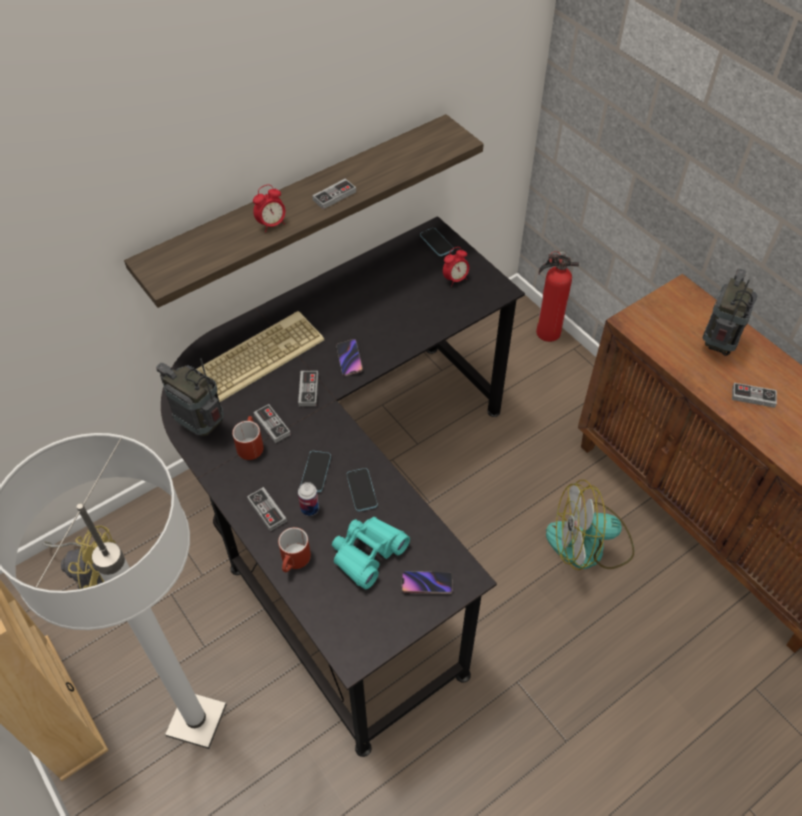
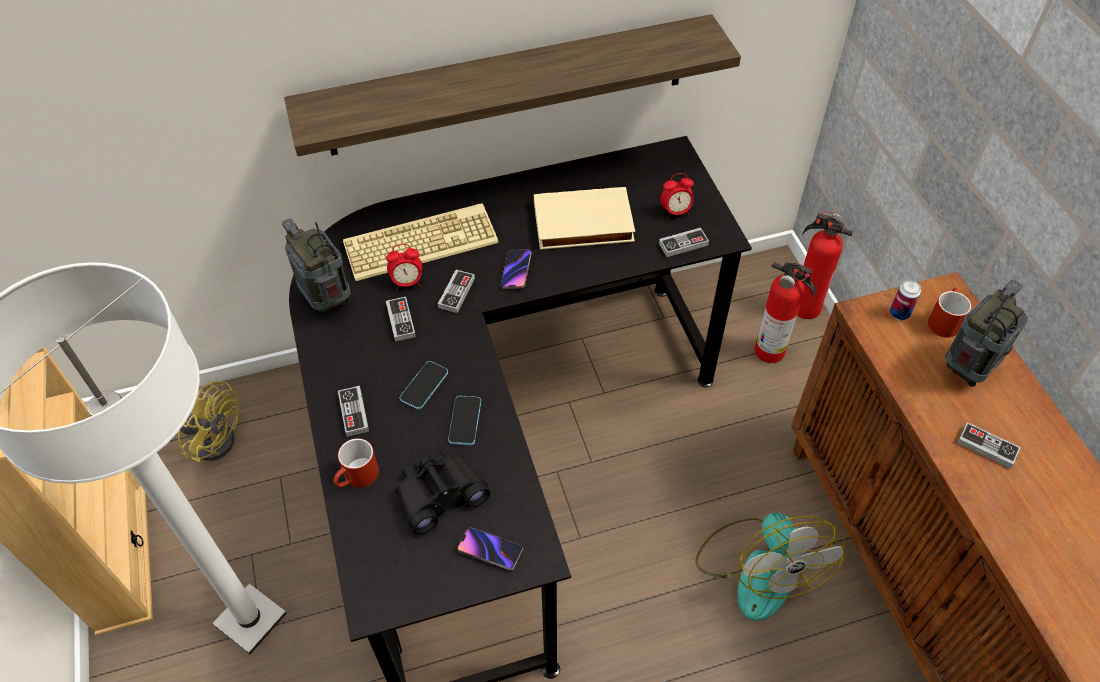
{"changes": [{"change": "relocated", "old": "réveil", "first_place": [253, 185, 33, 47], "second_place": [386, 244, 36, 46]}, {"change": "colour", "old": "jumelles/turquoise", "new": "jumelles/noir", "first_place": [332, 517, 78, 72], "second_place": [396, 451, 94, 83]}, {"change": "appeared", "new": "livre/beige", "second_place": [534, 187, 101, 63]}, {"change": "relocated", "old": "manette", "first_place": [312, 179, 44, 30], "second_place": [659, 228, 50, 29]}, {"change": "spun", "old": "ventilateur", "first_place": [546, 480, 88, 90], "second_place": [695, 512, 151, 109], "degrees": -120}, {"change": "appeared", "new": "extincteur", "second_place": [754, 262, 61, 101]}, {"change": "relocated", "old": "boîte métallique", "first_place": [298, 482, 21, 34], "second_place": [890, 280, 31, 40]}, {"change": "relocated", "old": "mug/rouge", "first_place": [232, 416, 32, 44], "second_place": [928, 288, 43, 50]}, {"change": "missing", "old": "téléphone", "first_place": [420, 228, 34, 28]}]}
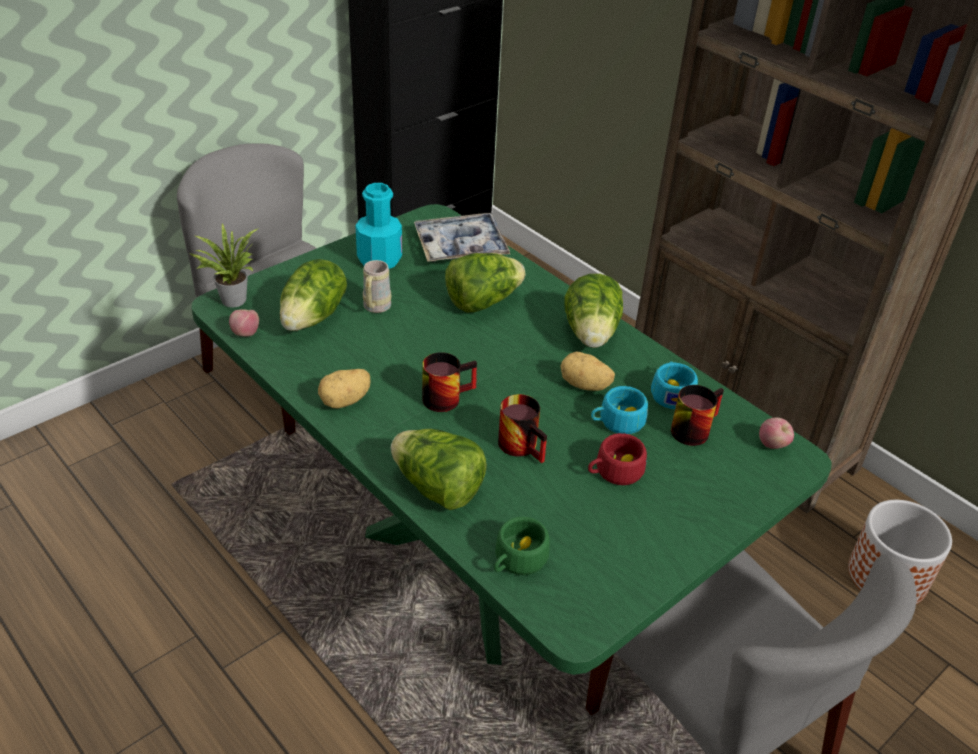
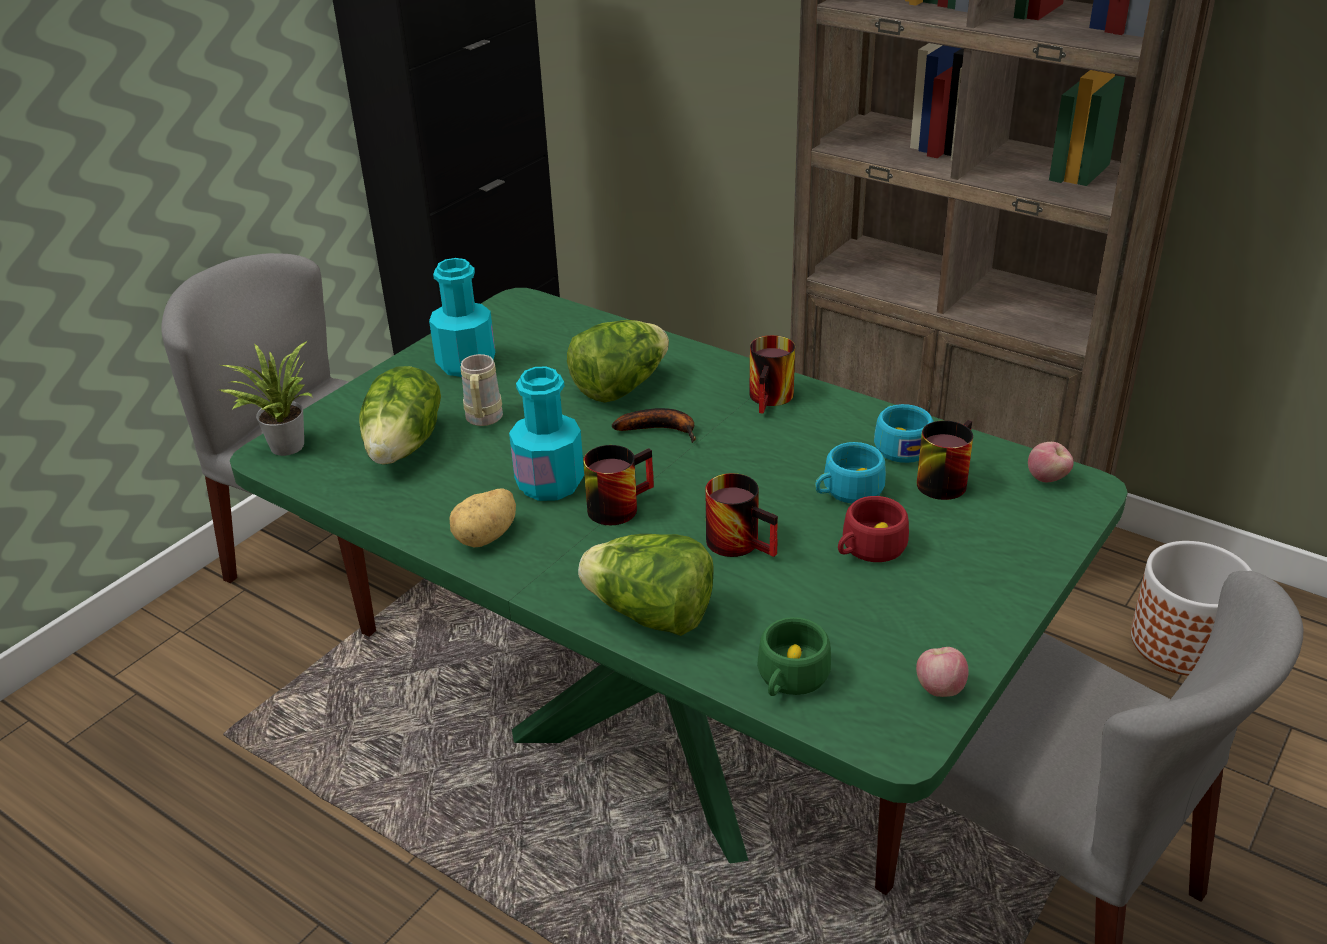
{"changes": [{"change": "appeared", "new": "bouteille/turquoise", "second_place": [509, 367, 75, 134]}, {"change": "appeared", "new": "banane", "second_place": [612, 408, 84, 35]}, {"change": "exchanged", "old": "laitue", "new": "mug", "first_place": [564, 274, 59, 74], "second_place": [749, 335, 46, 79]}, {"change": "relocated", "old": "pomme", "first_place": [229, 309, 30, 28], "second_place": [916, 647, 52, 50]}, {"change": "missing", "old": "plateau", "first_place": [414, 213, 96, 49]}, {"change": "missing", "old": "pomme de terre", "first_place": [560, 352, 55, 39]}]}
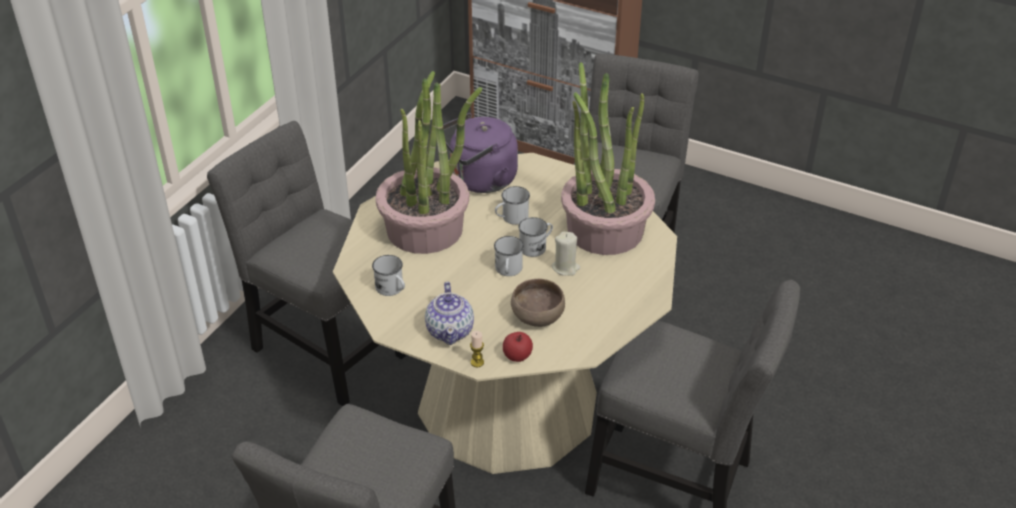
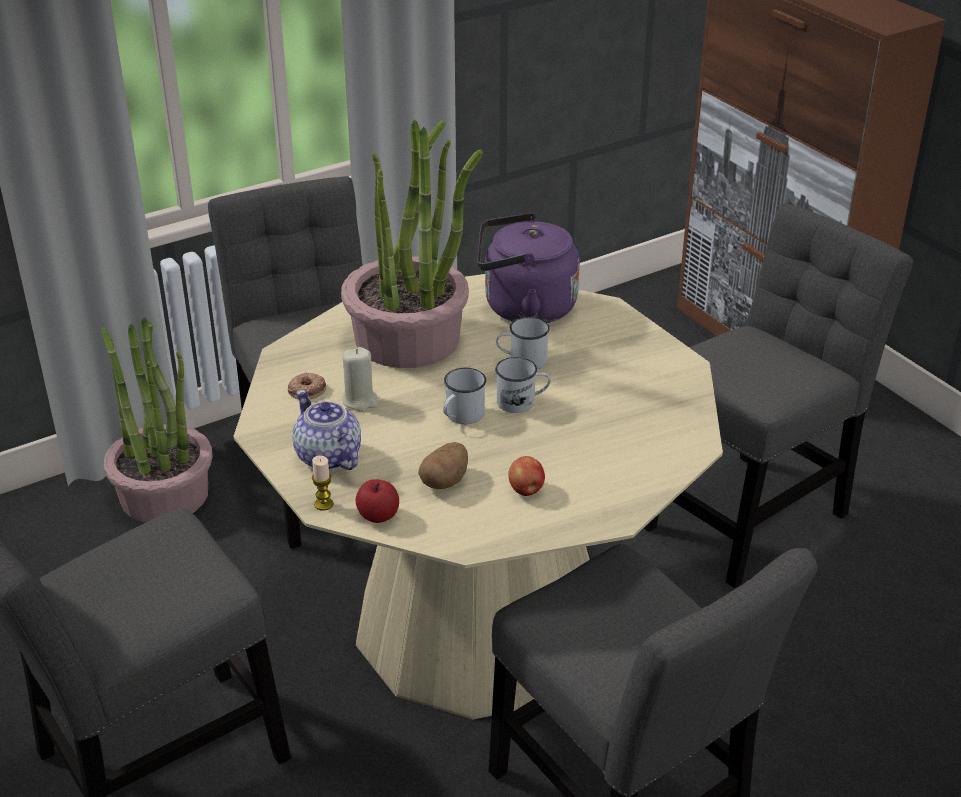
{"changes": [{"change": "relocated", "old": "plante en pot", "first_place": [561, 62, 94, 193], "second_place": [101, 317, 112, 205]}, {"change": "exchanged", "old": "mug/blanc", "new": "beignet", "first_place": [372, 255, 33, 41], "second_place": [288, 373, 38, 26]}, {"change": "spun", "old": "théière", "first_place": [425, 282, 49, 63], "second_place": [293, 390, 68, 80], "degrees": 120}, {"change": "relocated", "old": "bougie/beige", "first_place": [552, 232, 28, 44], "second_place": [343, 347, 35, 64]}, {"change": "exchanged", "old": "bol/marron", "new": "pomme de terre", "first_place": [511, 279, 54, 48], "second_place": [418, 442, 50, 47]}, {"change": "appeared", "new": "pomme", "second_place": [508, 456, 37, 40]}]}
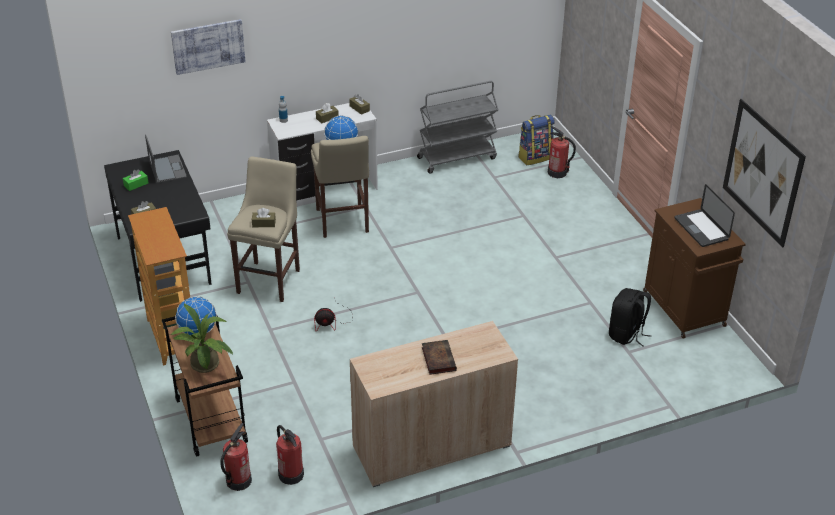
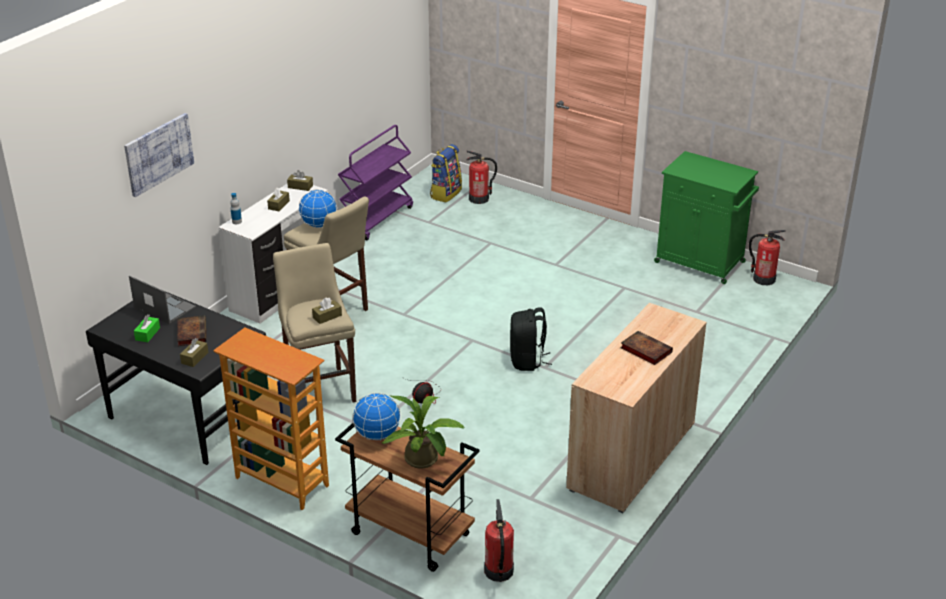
{"changes": [{"change": "appeared", "new": "livre", "second_place": [177, 315, 29, 31]}, {"change": "colour", "old": "chariot/gris", "new": "chariot/violet", "first_place": [417, 81, 82, 93], "second_place": [338, 125, 75, 115]}, {"change": "relocated", "old": "sac à dos/noir", "first_place": [609, 288, 42, 59], "second_place": [510, 307, 42, 64]}, {"change": "colour", "old": "meuble de rangement/marron", "new": "meuble de rangement/vert", "first_place": [643, 198, 103, 141], "second_place": [654, 151, 105, 133]}, {"change": "relocated", "old": "extincteur", "first_place": [276, 425, 28, 60], "second_place": [749, 230, 37, 55]}, {"change": "missing", "old": "ordinateur portable", "first_place": [674, 184, 61, 63]}, {"change": "missing", "old": "tableau", "first_place": [723, 99, 83, 148]}]}
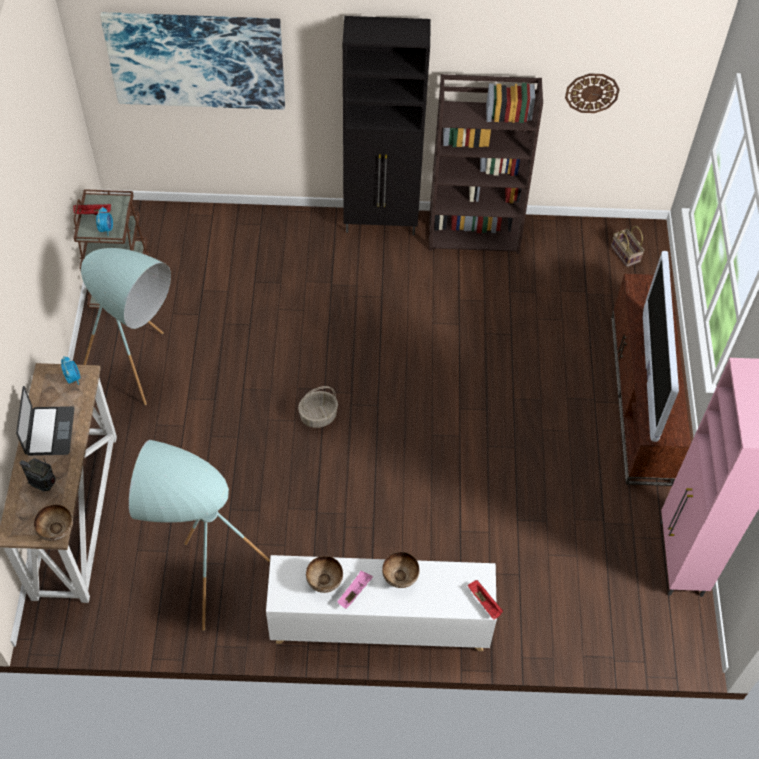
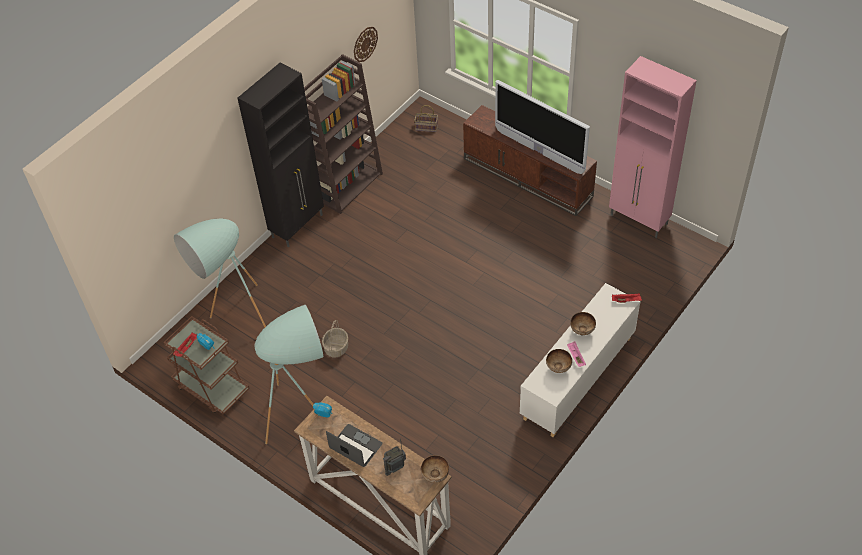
{"changes": [{"change": "relocated", "old": "lampadaire/turquoise", "first_place": [129, 440, 141, 191], "second_place": [174, 219, 92, 109]}, {"change": "relocated", "old": "panier", "first_place": [298, 386, 40, 42], "second_place": [322, 320, 26, 37]}, {"change": "missing", "old": "tableau", "first_place": [100, 12, 185, 98]}]}
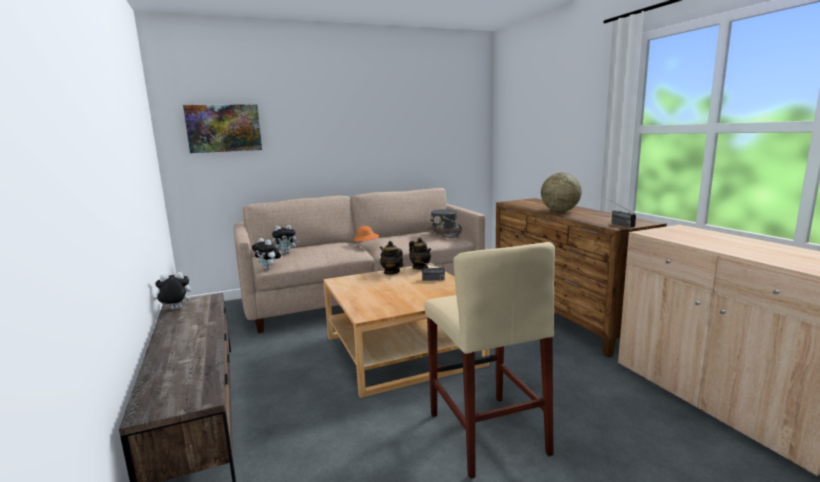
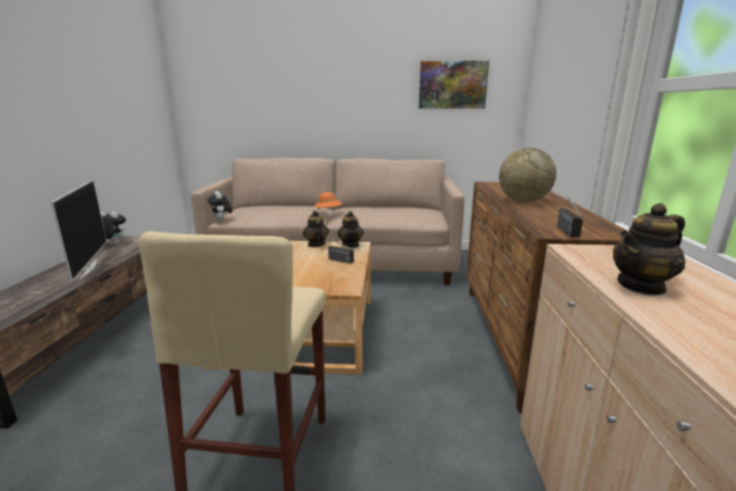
{"changes": [{"change": "appeared", "new": "téléviseur", "second_place": [51, 180, 56, 101]}, {"change": "relocated", "old": "tableau", "first_place": [183, 104, 79, 49], "second_place": [419, 61, 70, 48]}, {"change": "appeared", "new": "théière", "second_place": [613, 203, 72, 92]}, {"change": "missing", "old": "peluche", "first_place": [272, 225, 28, 29]}, {"change": "missing", "old": "chapeau/gris", "first_place": [427, 209, 35, 29]}]}
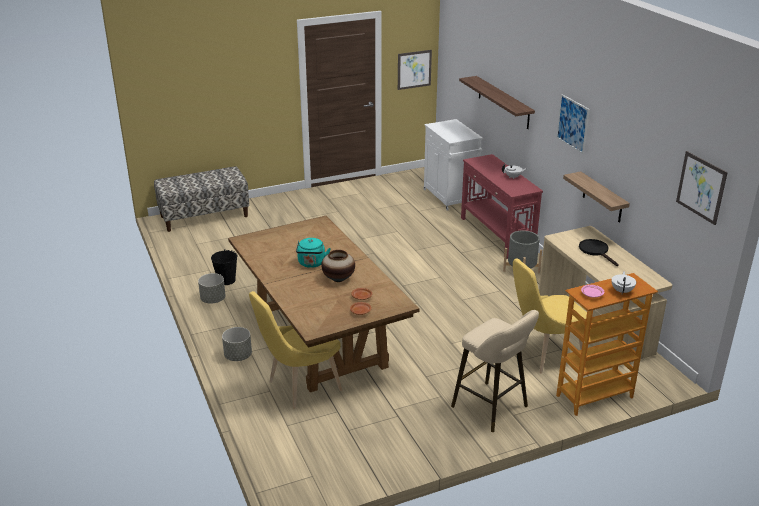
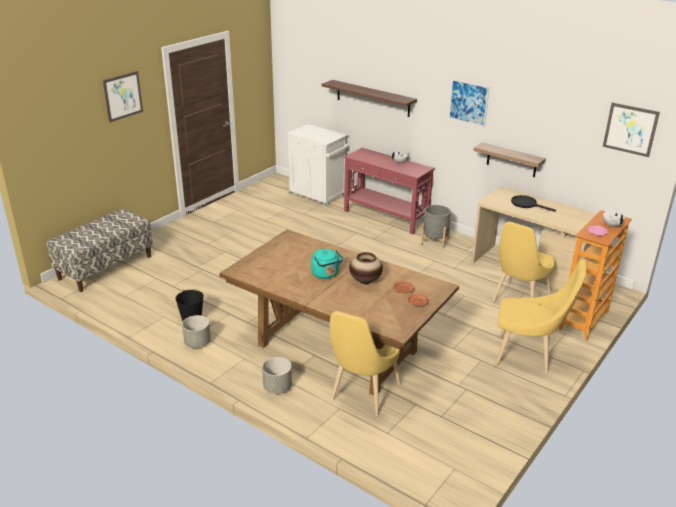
{"changes": [{"change": "relocated", "old": "tableau", "first_place": [398, 50, 34, 40], "second_place": [103, 71, 40, 51]}, {"change": "exchanged", "old": "tabouret/beige", "new": "chaise/jaune", "first_place": [451, 310, 88, 122], "second_place": [495, 259, 91, 115]}]}
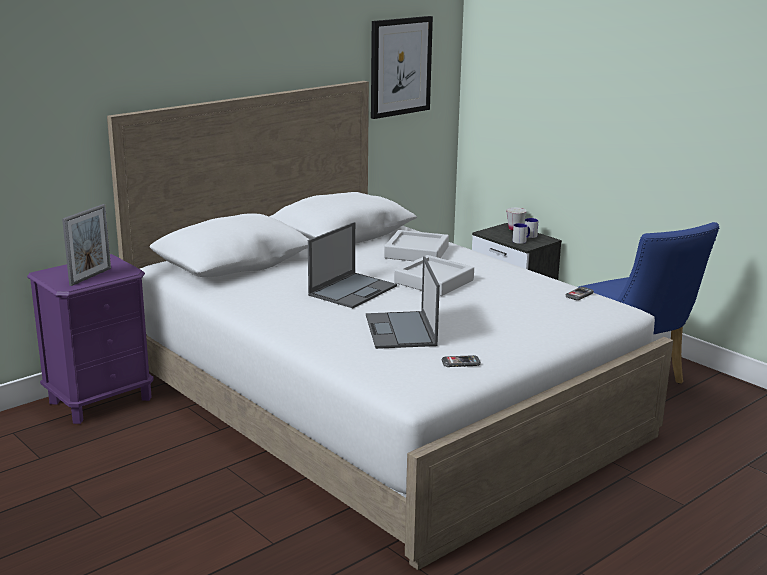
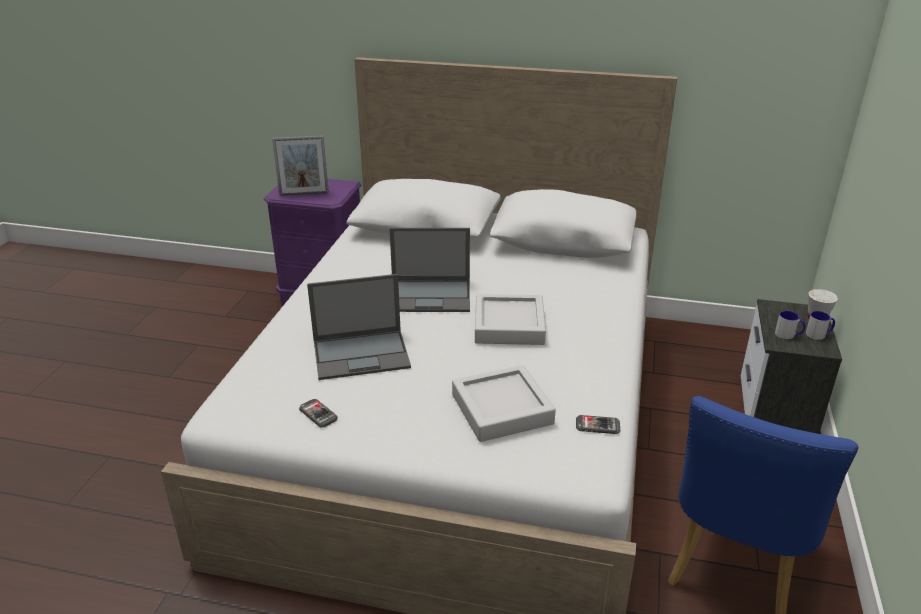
{"changes": [{"change": "spun", "old": "ordinateur portable", "first_place": [366, 256, 74, 93], "second_place": [307, 274, 104, 106], "degrees": -150}, {"change": "relocated", "old": "plateau/gris", "first_place": [384, 230, 65, 31], "second_place": [452, 365, 104, 77]}, {"change": "missing", "old": "tableau", "first_place": [371, 16, 62, 103]}]}
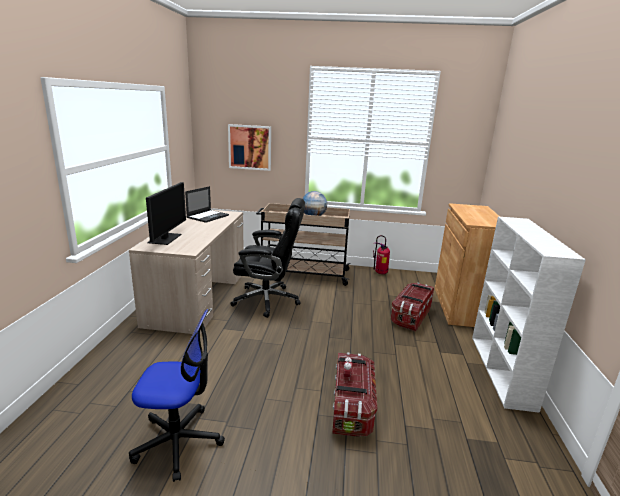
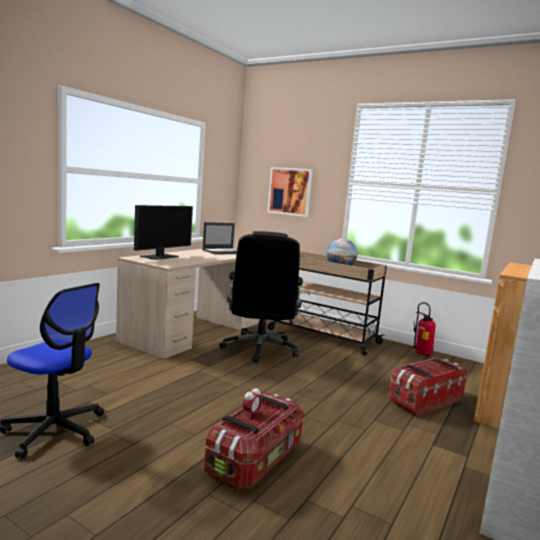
{"changes": [{"change": "spun", "old": "chaise de bureau/noir", "first_place": [230, 198, 75, 120], "second_place": [219, 231, 84, 132], "degrees": 60}]}
